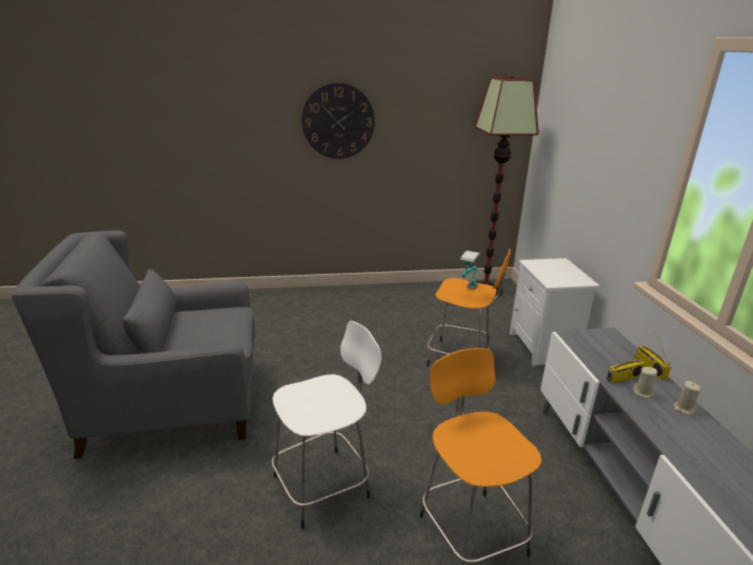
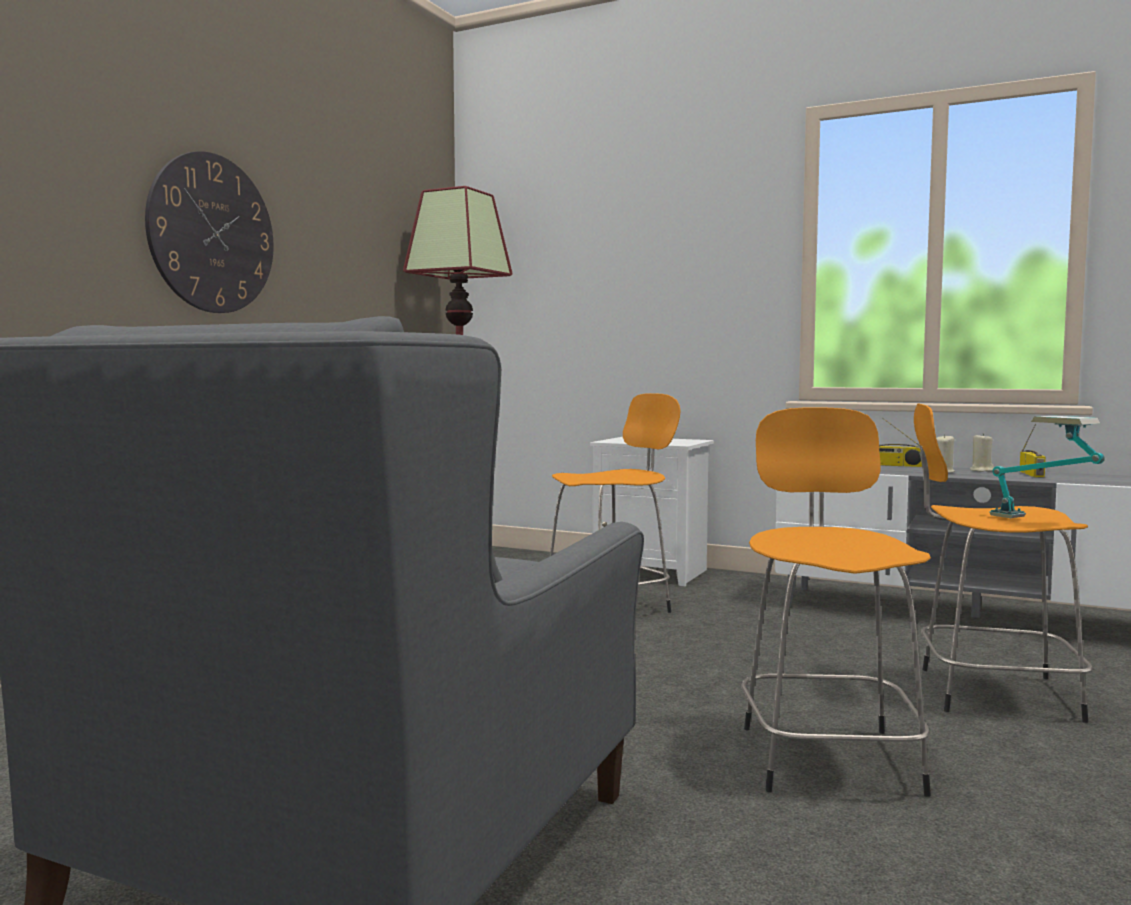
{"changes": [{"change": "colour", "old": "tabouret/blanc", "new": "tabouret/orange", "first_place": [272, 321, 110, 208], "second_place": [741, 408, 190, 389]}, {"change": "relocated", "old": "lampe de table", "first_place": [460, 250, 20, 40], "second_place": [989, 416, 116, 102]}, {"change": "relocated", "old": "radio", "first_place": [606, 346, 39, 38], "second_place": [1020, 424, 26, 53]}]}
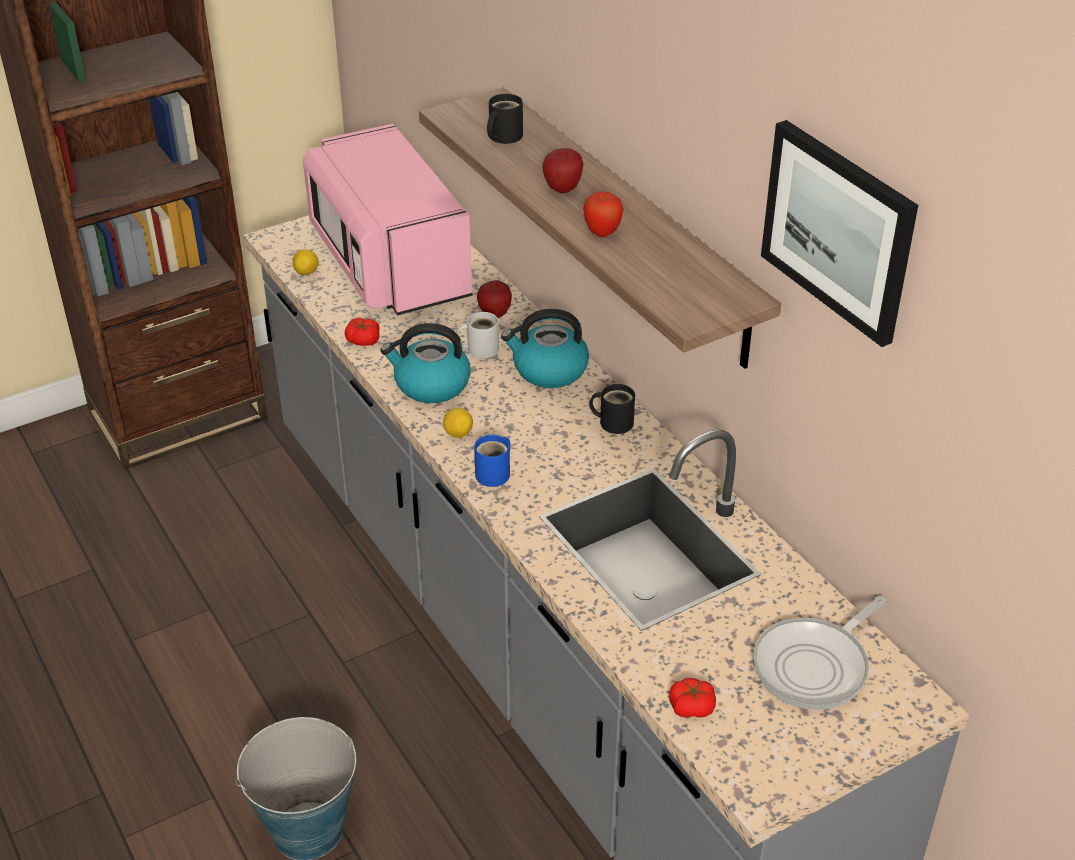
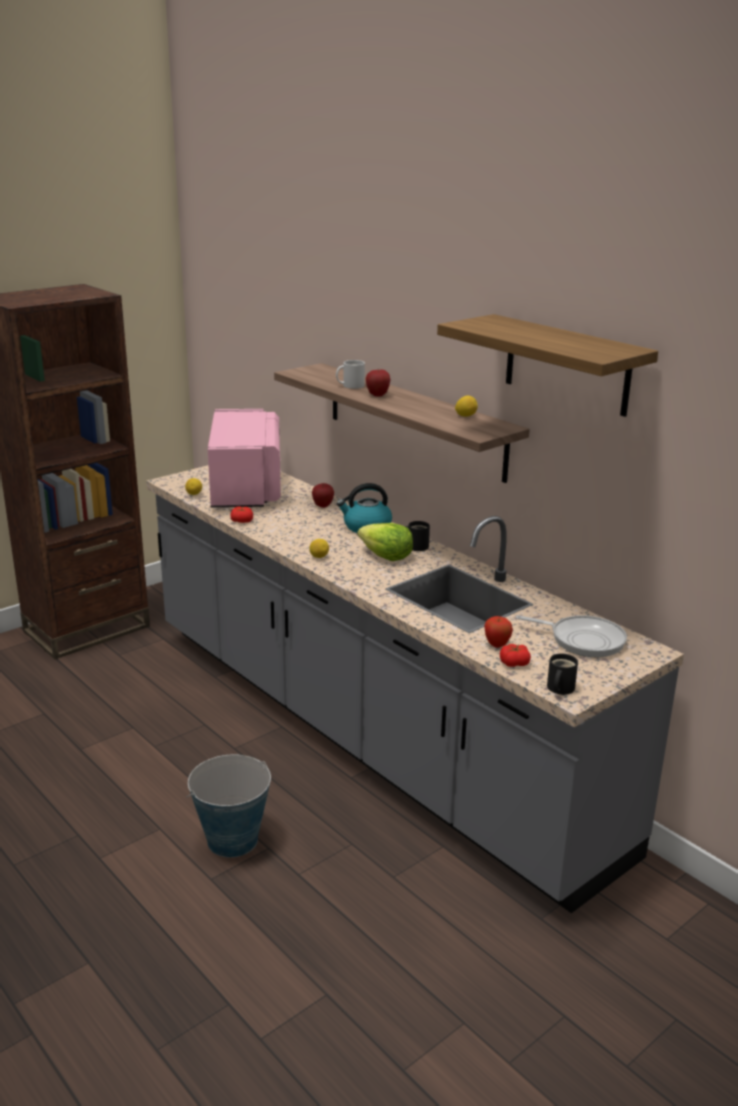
{"changes": [{"change": "spun", "old": "micro-ondes/rose", "first_place": [302, 124, 170, 191], "second_place": [208, 409, 73, 99], "degrees": -150}, {"change": "relocated", "old": "mug/blanc", "first_place": [456, 312, 43, 47], "second_place": [336, 360, 29, 29]}, {"change": "appeared", "new": "laitue", "second_place": [358, 523, 55, 38]}, {"change": "exchanged", "old": "tableau", "new": "étagère", "first_place": [761, 120, 157, 227], "second_place": [437, 314, 221, 103]}, {"change": "appeared", "new": "citron", "second_place": [455, 396, 23, 21]}, {"change": "relocated", "old": "pomme", "first_place": [583, 191, 41, 46], "second_place": [484, 616, 29, 32]}, {"change": "spun", "old": "poêle", "first_place": [753, 596, 133, 114], "second_place": [516, 615, 111, 42], "degrees": -105}, {"change": "relocated", "old": "mug/noir", "first_place": [487, 94, 36, 50], "second_place": [547, 653, 31, 42]}, {"change": "missing", "old": "bouilloire", "first_place": [381, 323, 90, 80]}, {"change": "missing", "old": "mug/bleu", "first_place": [474, 435, 37, 52]}]}
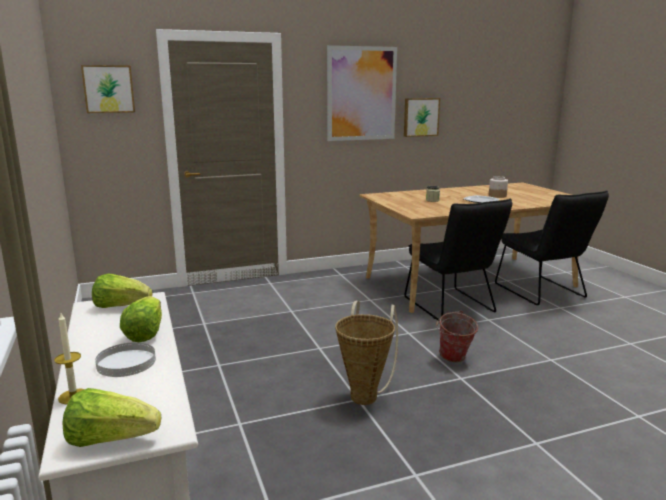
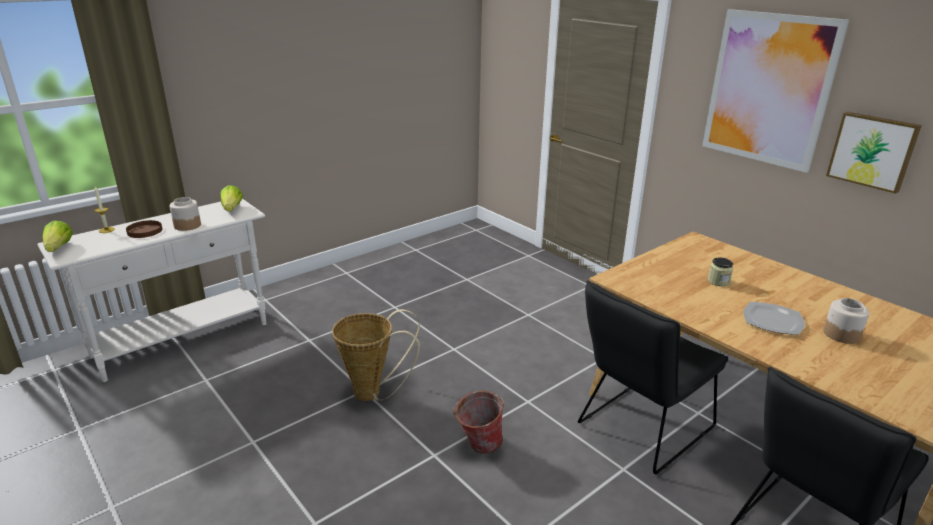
{"changes": [{"change": "colour", "old": "assiette/blanc", "new": "assiette/marron", "first_place": [95, 342, 61, 35], "second_place": [126, 220, 37, 18]}, {"change": "exchanged", "old": "laitue", "new": "bocal", "first_place": [120, 296, 42, 46], "second_place": [170, 197, 31, 34]}, {"change": "missing", "old": "tableau", "first_place": [81, 65, 54, 48]}]}
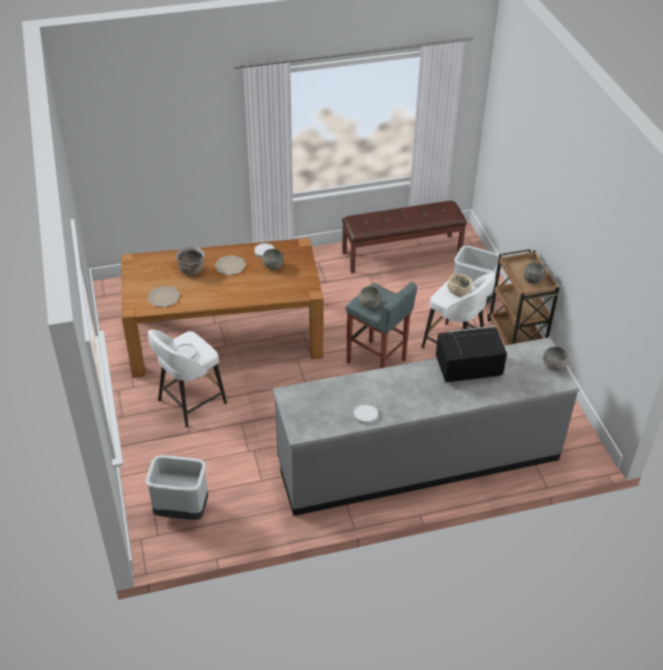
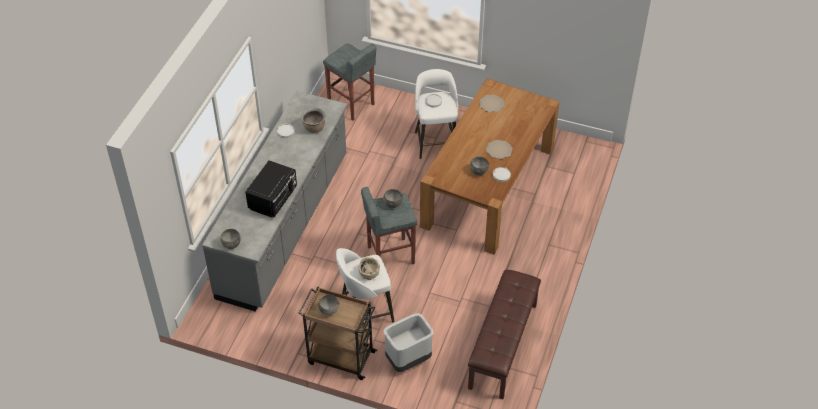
{"changes": [{"change": "relocated", "old": "marmite/marron", "first_place": [176, 246, 29, 30], "second_place": [301, 108, 24, 25]}, {"change": "exchanged", "old": "poubelle/gris", "new": "tabouret/gris", "first_place": [146, 455, 62, 65], "second_place": [323, 44, 53, 77]}]}
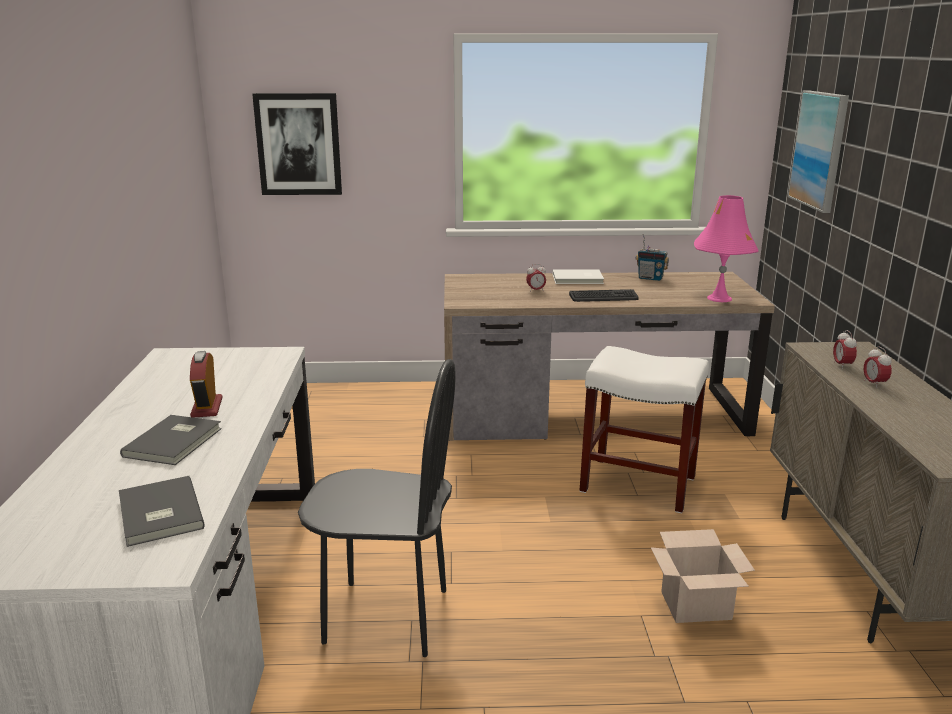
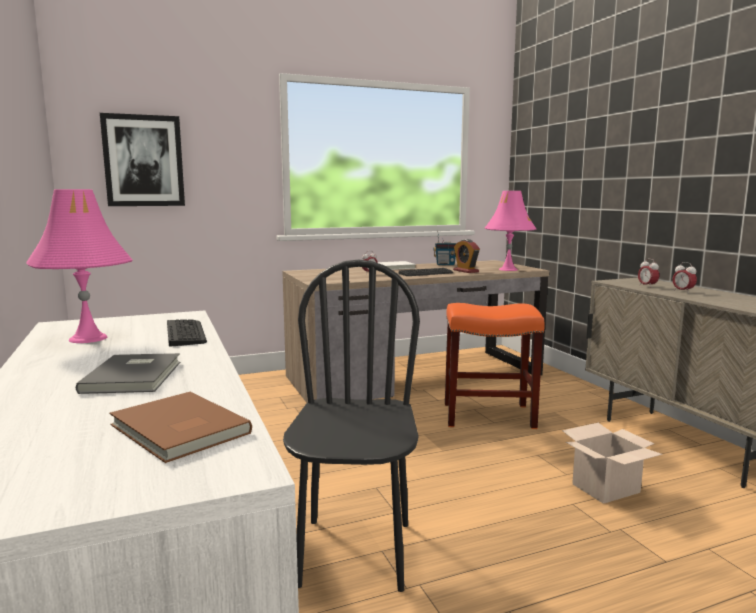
{"changes": [{"change": "appeared", "new": "lampe de table/rose", "second_place": [26, 189, 107, 154]}, {"change": "colour", "old": "livre/gris", "new": "livre/marron", "first_place": [119, 476, 86, 71], "second_place": [109, 392, 143, 71]}, {"change": "appeared", "new": "clavier", "second_place": [167, 320, 40, 27]}, {"change": "spun", "old": "chaise/noir", "first_place": [298, 359, 158, 298], "second_place": [283, 260, 137, 332], "degrees": -75}, {"change": "colour", "old": "tabouret/blanc", "new": "tabouret/orange", "first_place": [579, 346, 130, 167], "second_place": [445, 303, 100, 126]}, {"change": "relocated", "old": "réveil", "first_place": [190, 351, 33, 67], "second_place": [453, 239, 27, 34]}, {"change": "missing", "old": "tableau", "first_place": [788, 91, 61, 122]}]}
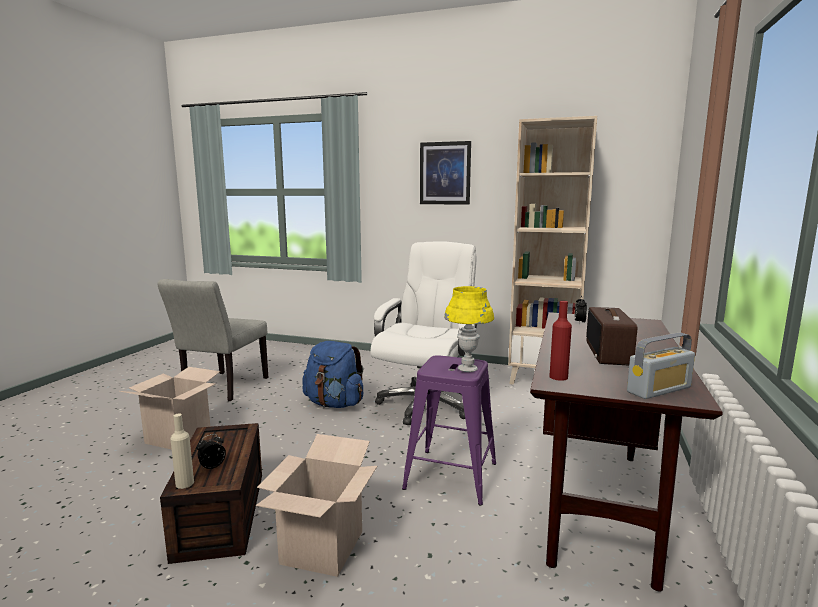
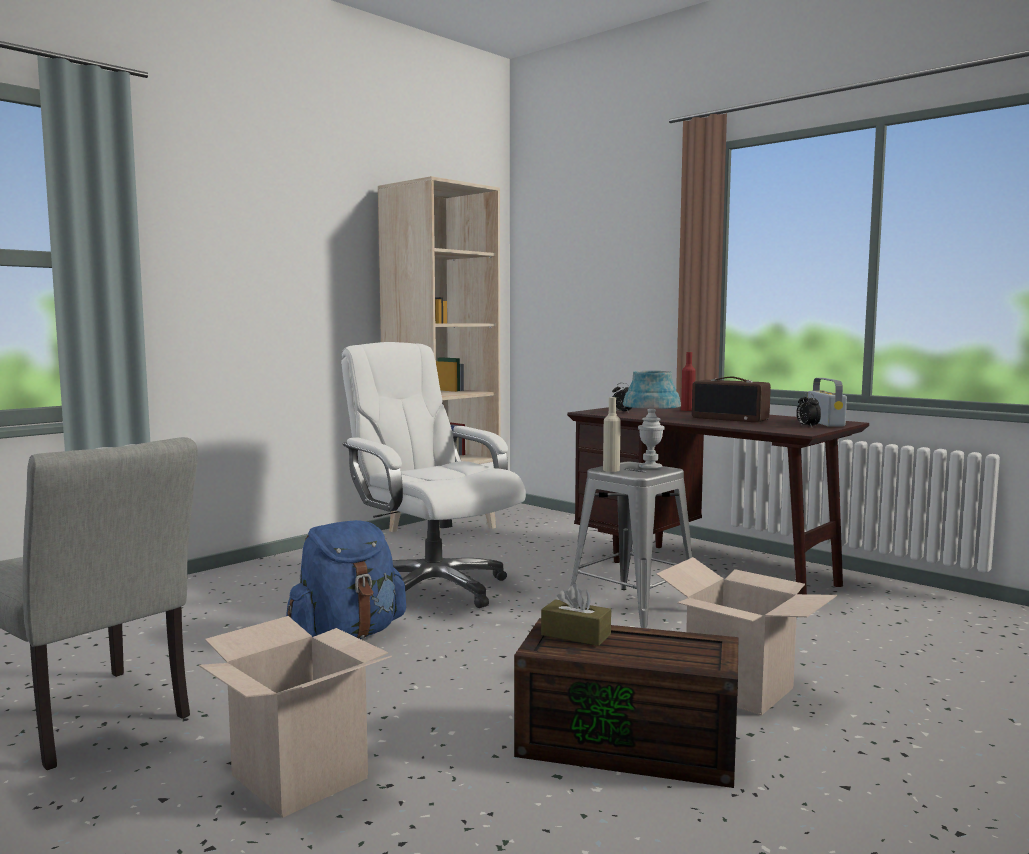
{"changes": [{"change": "appeared", "new": "boîte à mouchoirs/marron", "second_place": [541, 584, 70, 62]}, {"change": "colour", "old": "tabouret/violet", "new": "tabouret/gris", "first_place": [402, 355, 94, 151], "second_place": [570, 462, 122, 166]}, {"change": "relocated", "old": "bouteille/beige", "first_place": [170, 414, 24, 75], "second_place": [603, 397, 18, 75]}, {"change": "colour", "old": "lampe de table/jaune", "new": "lampe de table/bleu", "first_place": [444, 286, 50, 86], "second_place": [623, 371, 58, 98]}, {"change": "relocated", "old": "bouteille/rouge", "first_place": [549, 301, 23, 80], "second_place": [681, 352, 15, 59]}, {"change": "relocated", "old": "réveil", "first_place": [196, 434, 30, 35], "second_place": [796, 393, 25, 34]}, {"change": "missing", "old": "tableau", "first_place": [420, 141, 51, 64]}]}
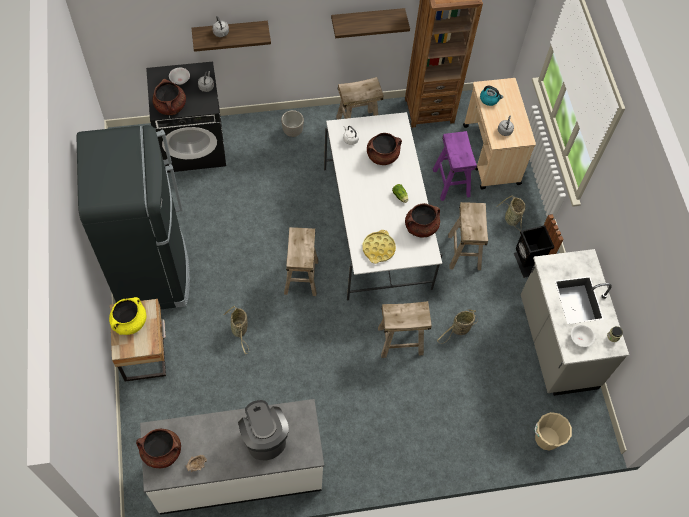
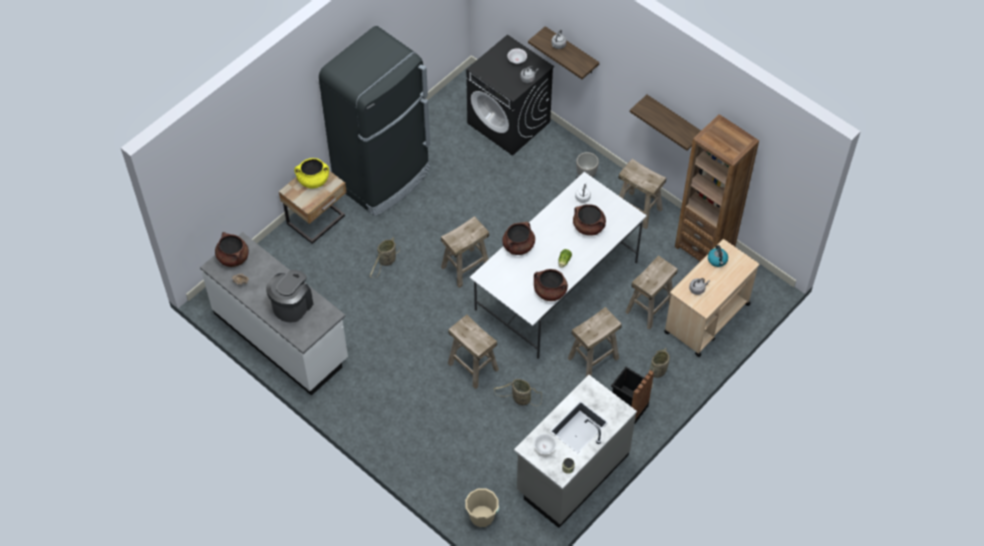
{"changes": [{"change": "relocated", "old": "marmite/marron", "first_place": [152, 79, 34, 36], "second_place": [502, 222, 33, 33]}, {"change": "colour", "old": "tabouret/violet", "new": "tabouret/beige", "first_place": [433, 131, 44, 70], "second_place": [625, 255, 53, 75]}, {"change": "missing", "old": "plateau/jaune", "first_place": [362, 230, 34, 34]}]}
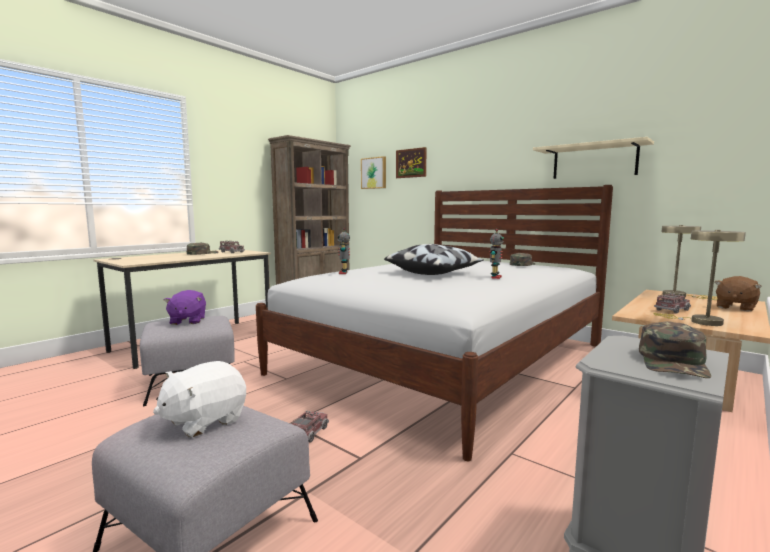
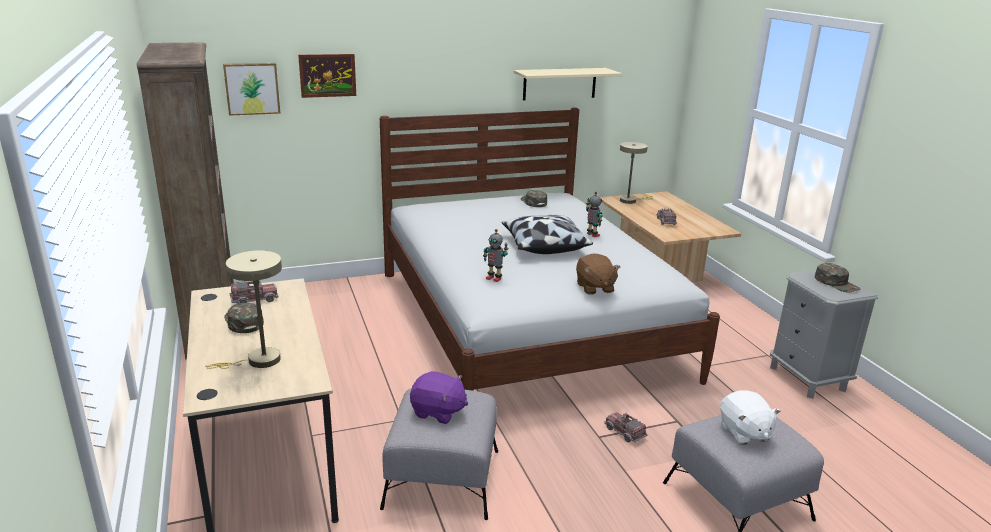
{"changes": [{"change": "relocated", "old": "lampe de table/beige", "first_place": [653, 230, 93, 96], "second_place": [205, 250, 77, 119]}, {"change": "relocated", "old": "peluche/marron", "first_place": [715, 276, 47, 36], "second_place": [576, 253, 44, 42]}]}
